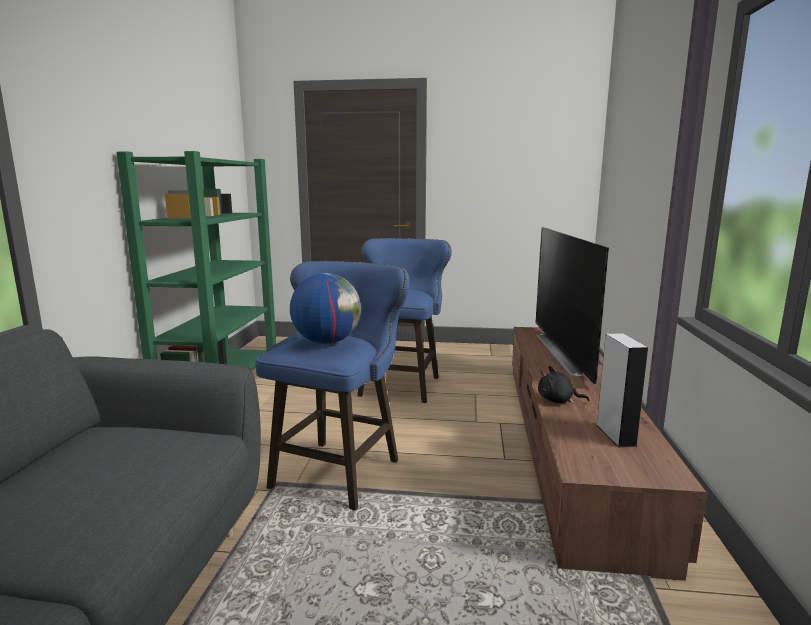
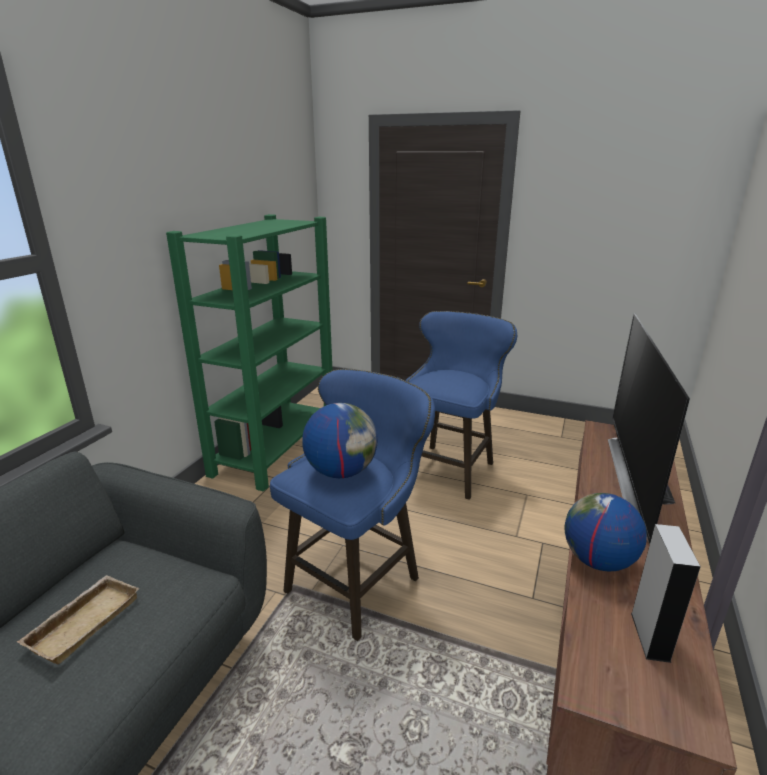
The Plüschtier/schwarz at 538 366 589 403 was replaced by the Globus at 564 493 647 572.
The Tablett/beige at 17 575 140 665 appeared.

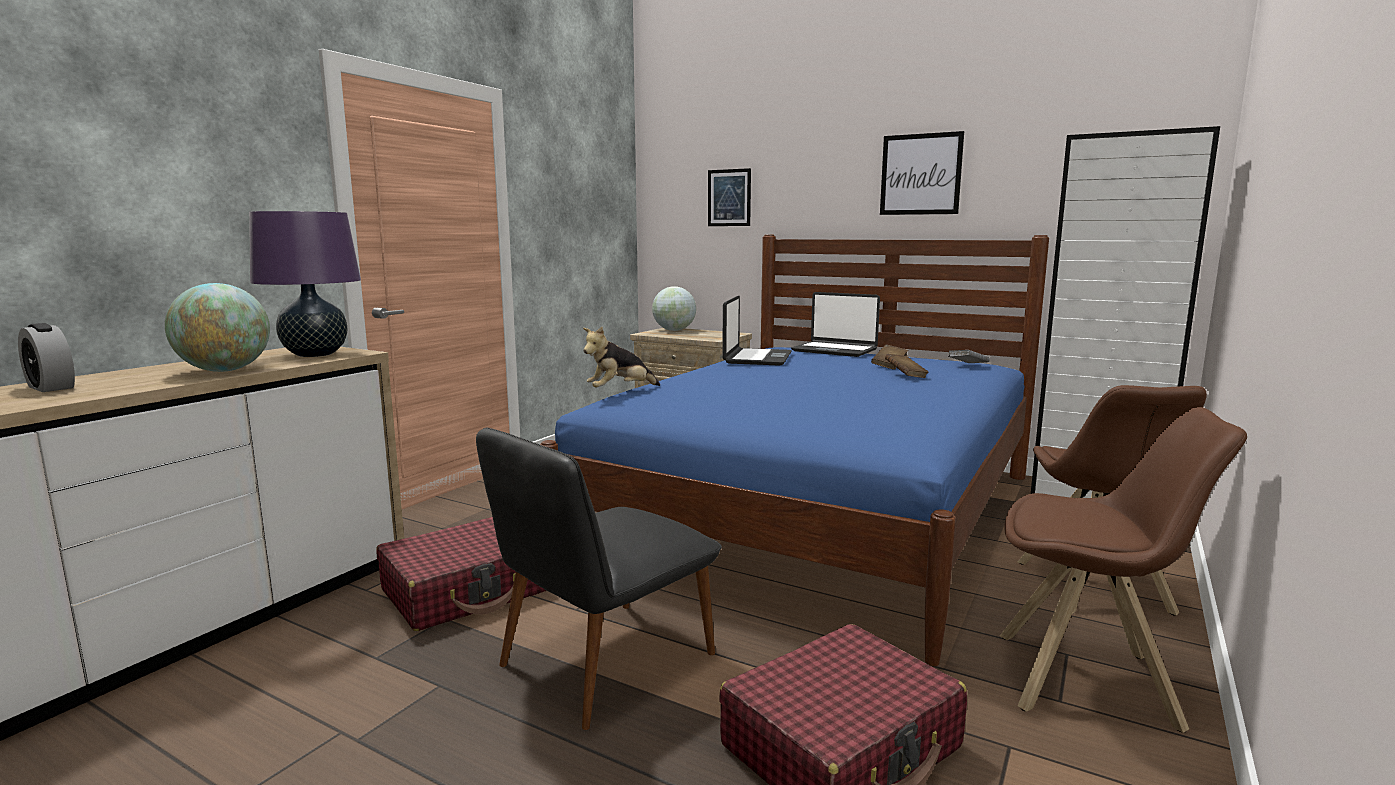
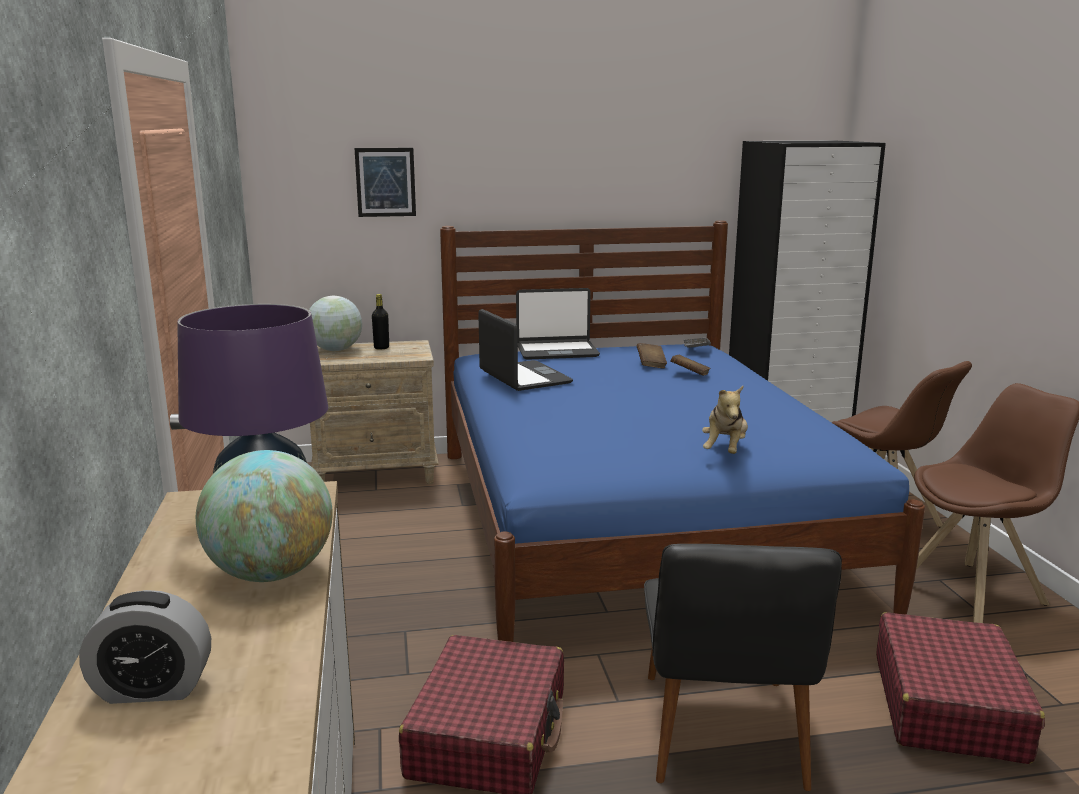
The Plüschtier moved from 583 327 660 387 to 702 385 748 454.
The Bild at 880 131 964 215 disappeared.
The Flasche/schwarz at 372 294 389 349 appeared.

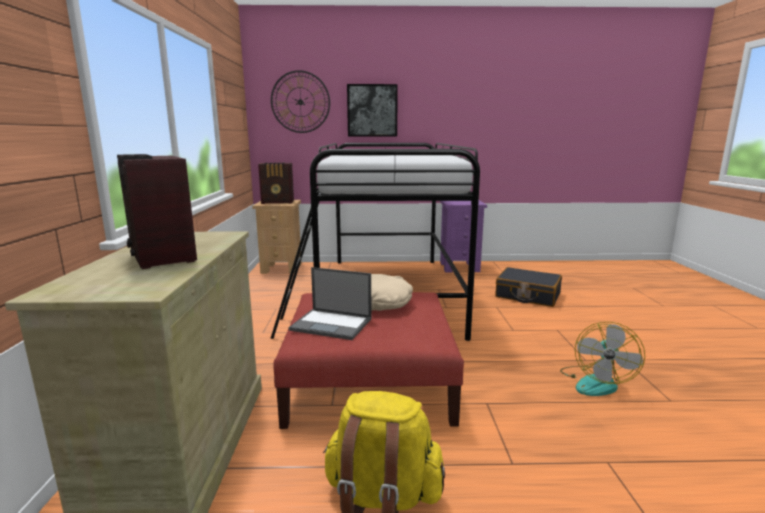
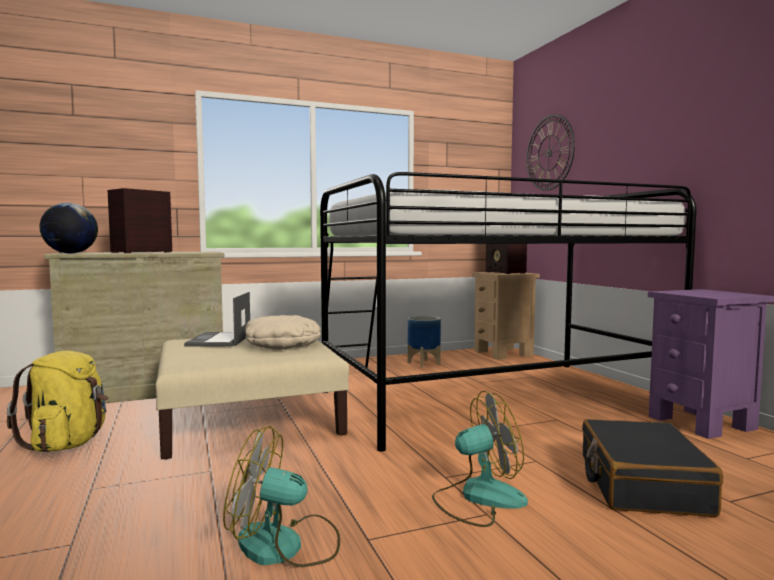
The Polsterhocker/rot at 273 292 464 429 became the Polsterhocker/beige at 156 338 349 460.
The Bild at 347 84 398 137 disappeared.
The Globus at 40 203 98 253 appeared.
The Pflanzkübel at 408 316 441 367 appeared.
The Ventilator at 432 391 528 527 appeared.

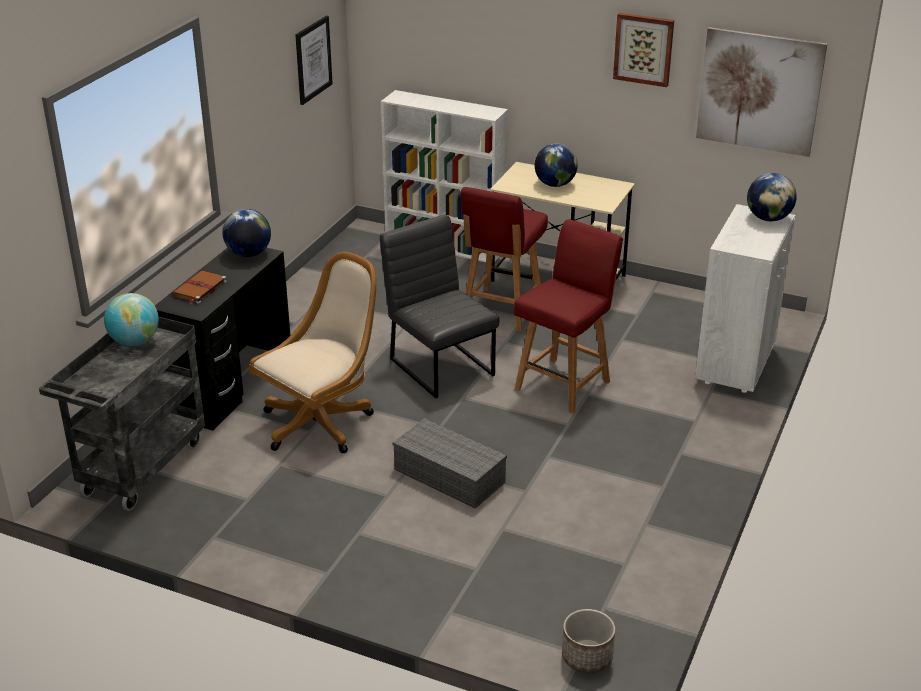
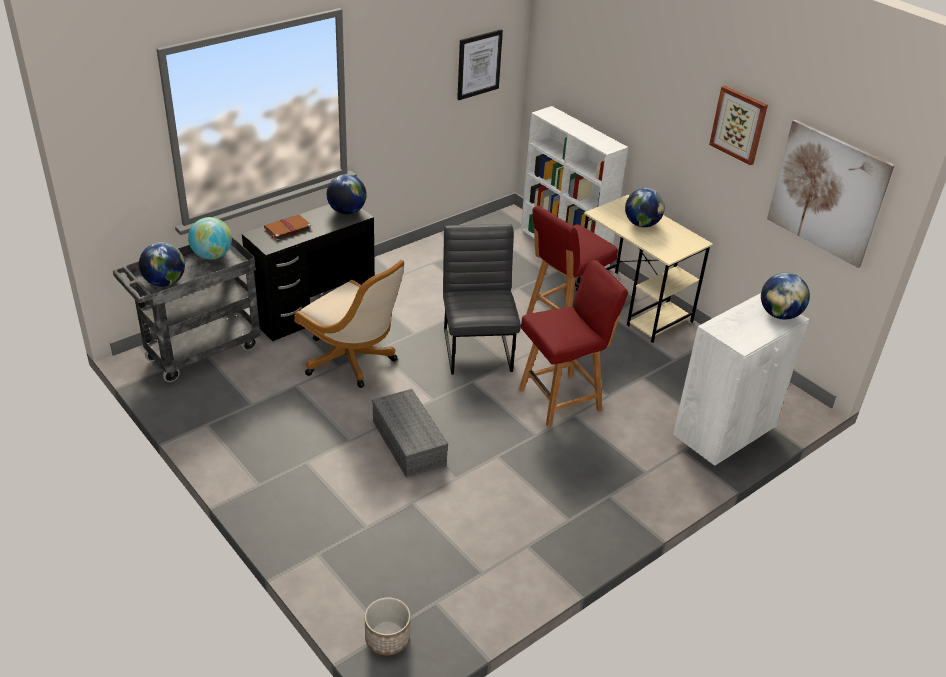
The Bürostuhl at 249 252 376 453 turned 60 degrees clockwise.
The Globus at 139 242 185 287 appeared.

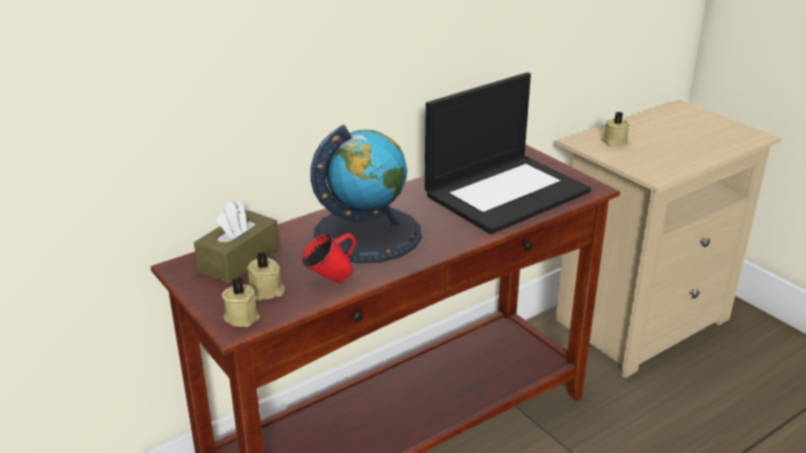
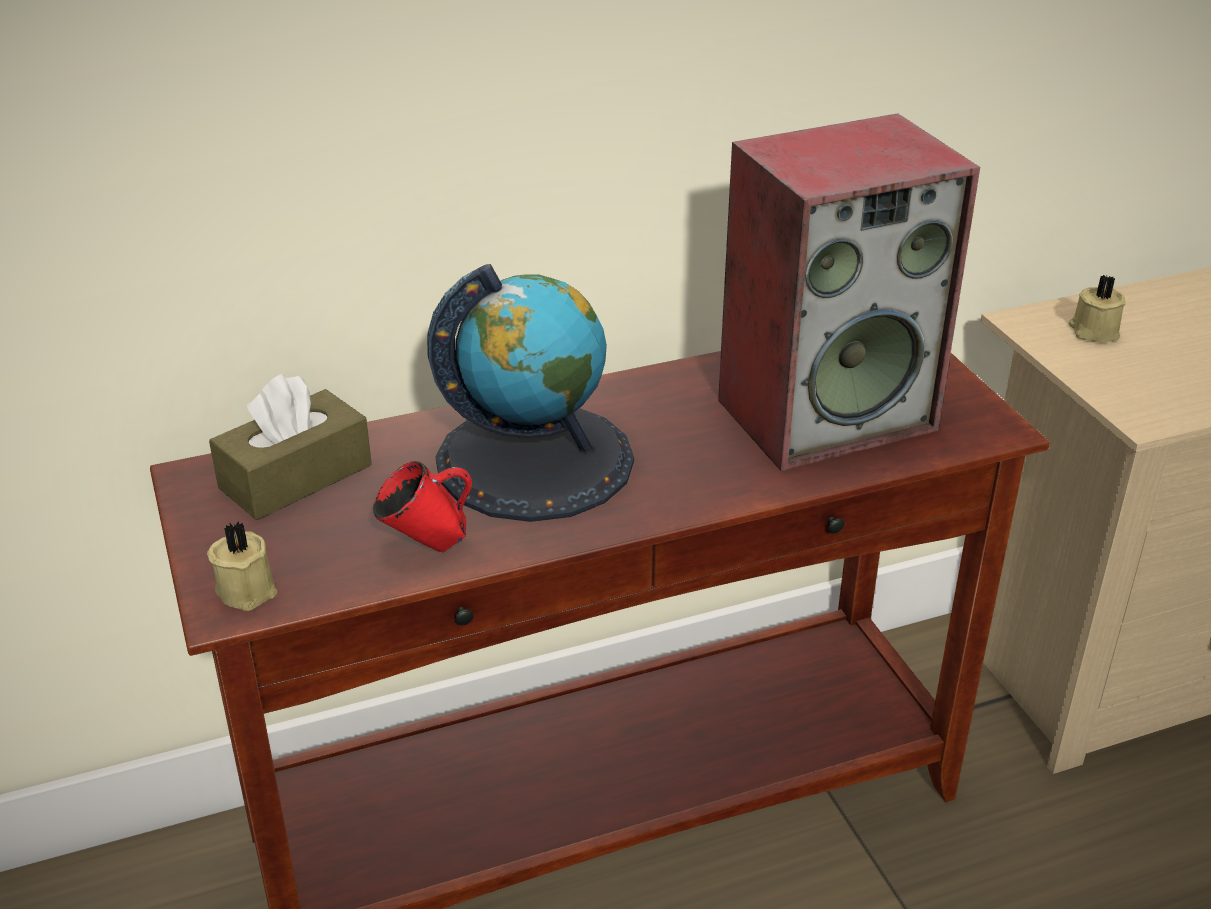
The Kerze/beige at 247 252 285 301 disappeared.
The Laptop at 425 72 591 234 was replaced by the Lautsprecher at 718 113 980 471.

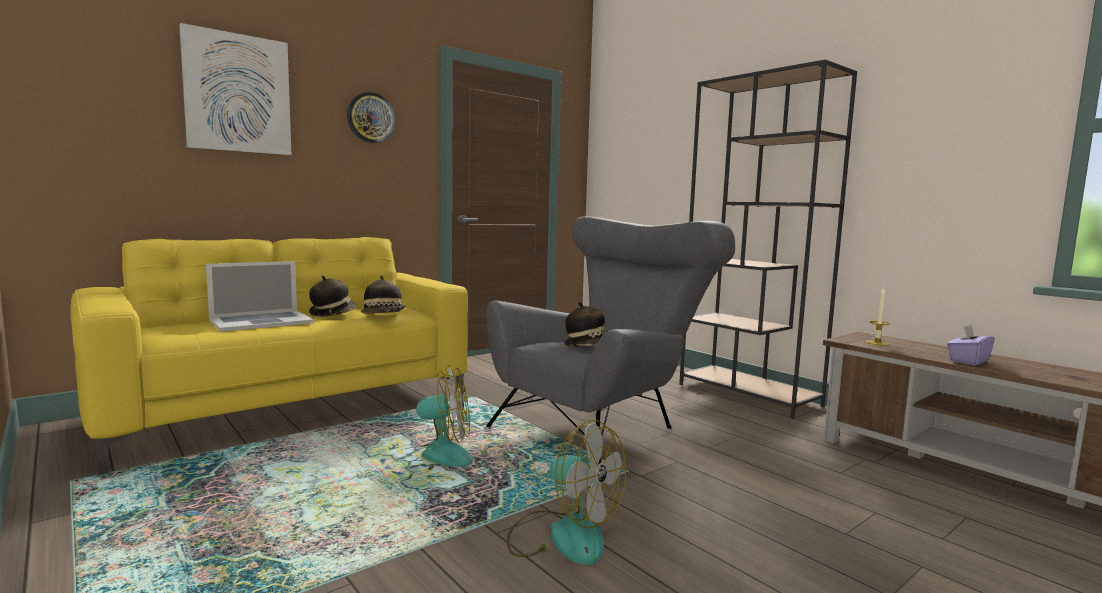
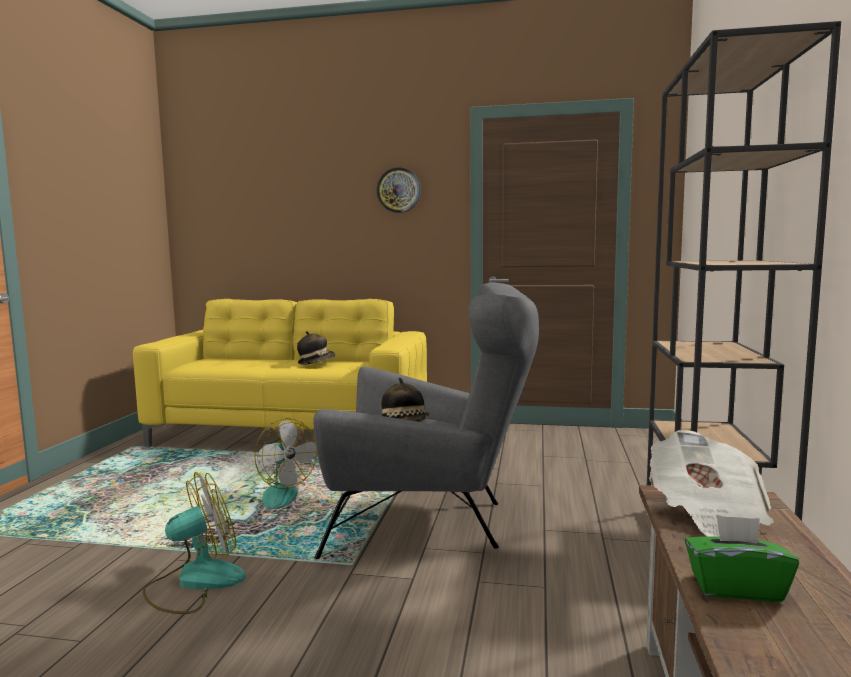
The Bild at 179 23 291 155 disappeared.
The Laptop at 206 261 314 332 disappeared.
The Hut at 361 275 406 314 disappeared.
The Ventilator at 507 420 627 565 turned 120 degrees counterclockwise.
The Kerze at 866 287 890 346 was replaced by the Zeitung at 649 430 774 537.
The Taschentuchbox/lila at 947 324 995 366 became the Taschentuchbox/grün at 685 515 799 602.

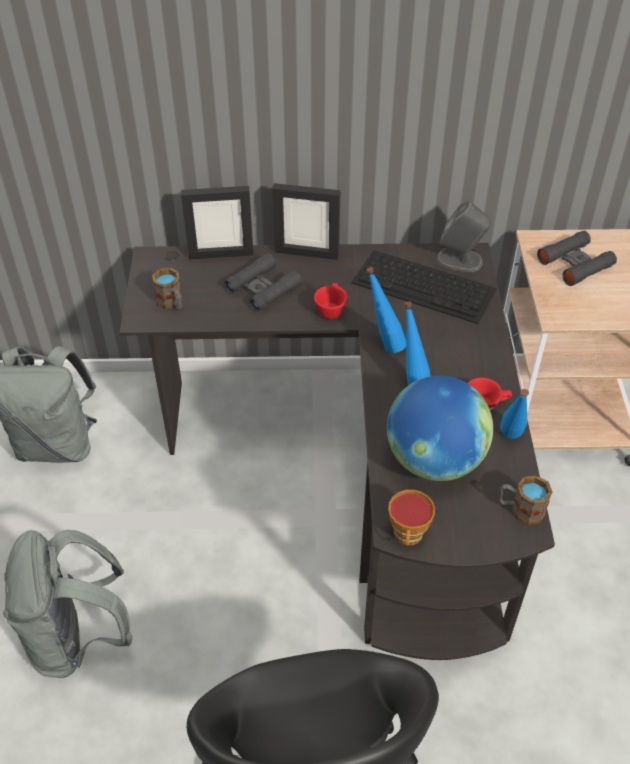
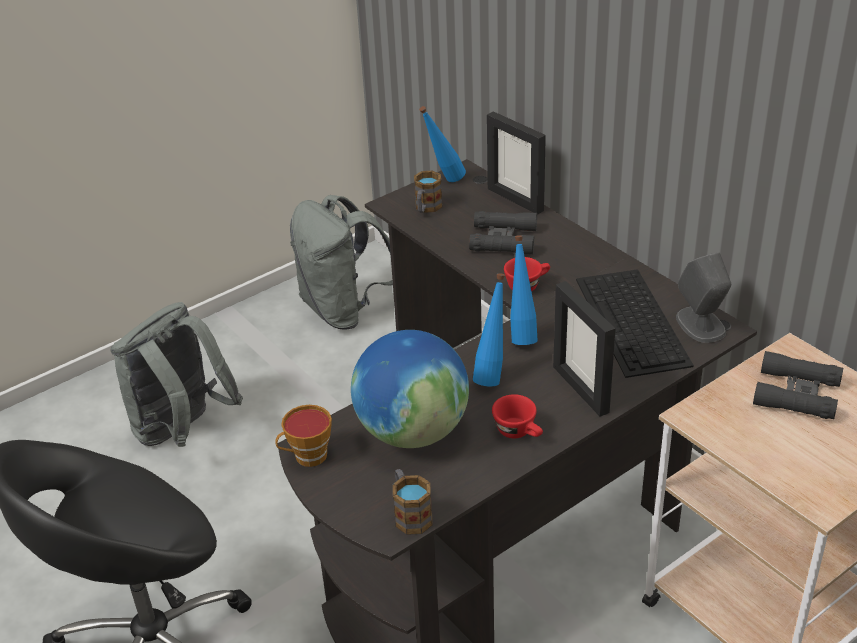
The Bilderrahmen moved from 272 183 341 260 to 553 281 616 417.
The Flasche/blau moved from 500 389 529 439 to 419 106 466 182.

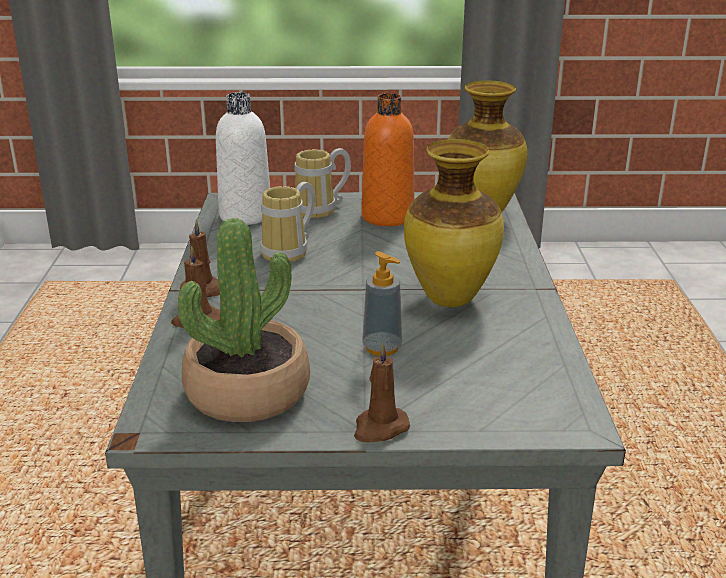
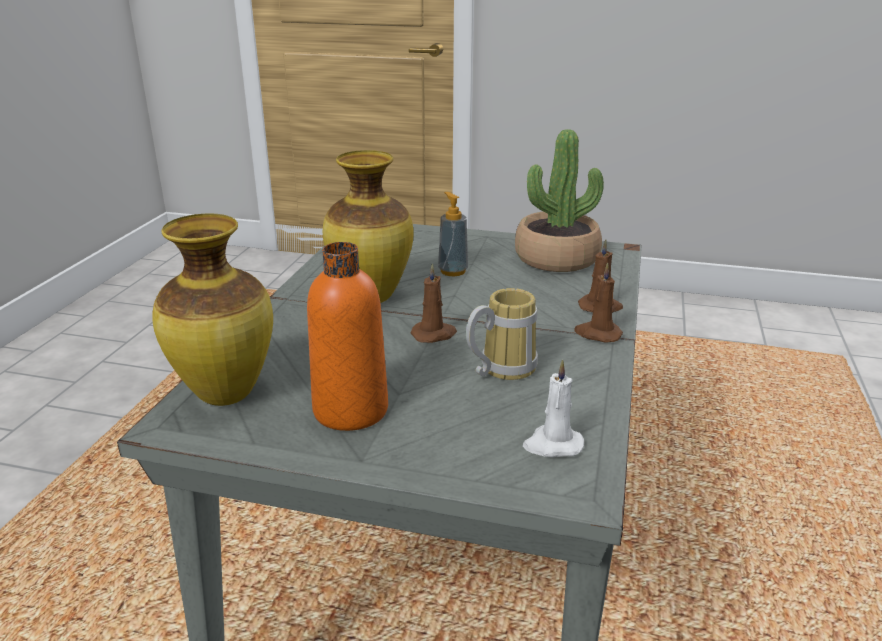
The Flasche/weiß at 216 92 270 225 was replaced by the Kerze/weiß at 523 359 584 457.
The Henkelbecher at 294 148 351 218 disappeared.
The Kerze/braun moved from 354 342 410 442 to 411 263 457 343.

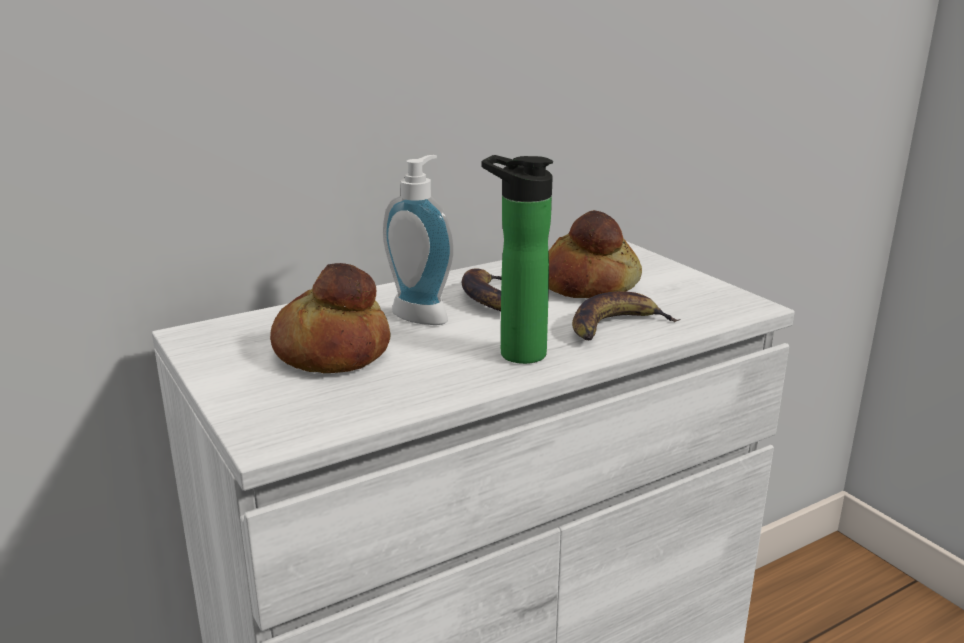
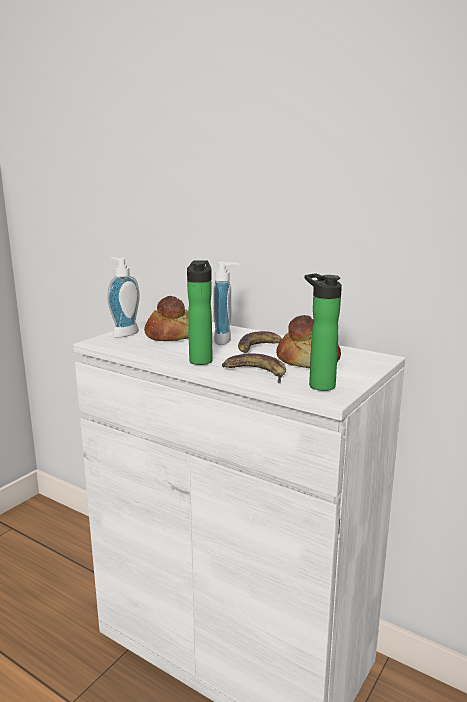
The Seifenspender at 107 257 140 338 appeared.
The Flasche at 304 273 342 391 appeared.

